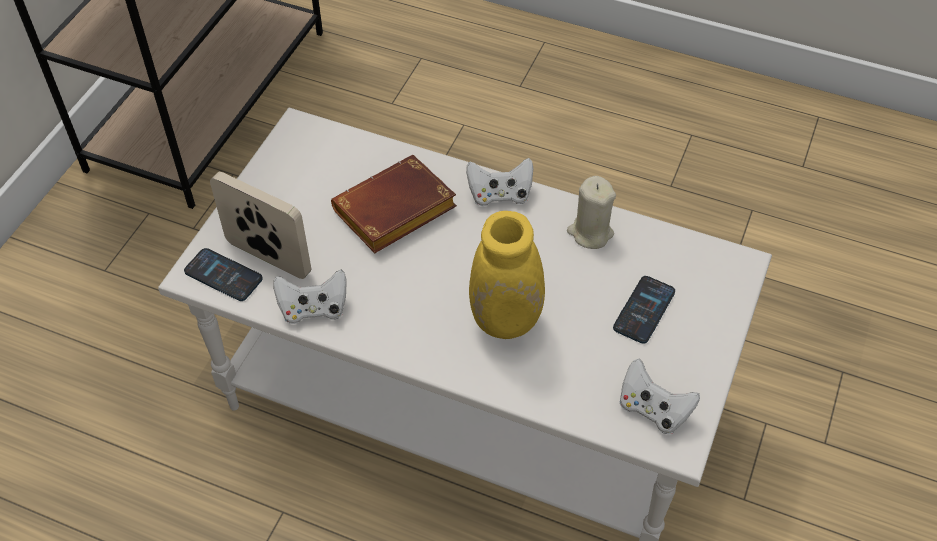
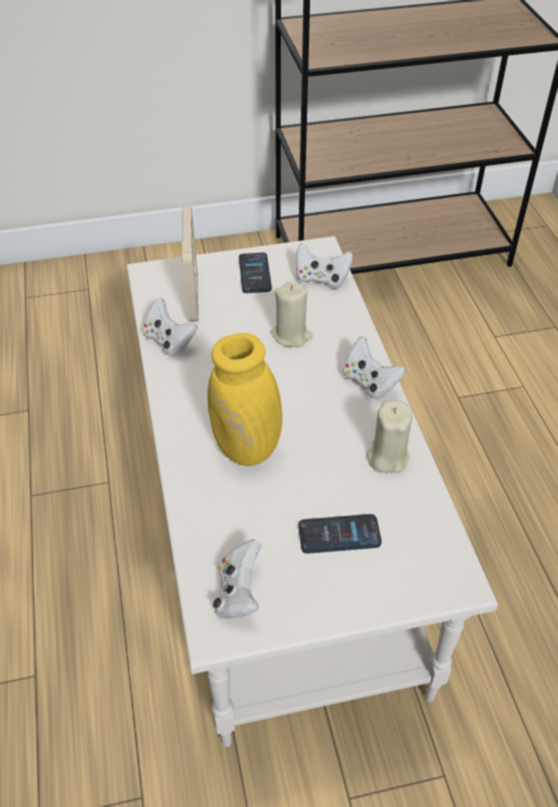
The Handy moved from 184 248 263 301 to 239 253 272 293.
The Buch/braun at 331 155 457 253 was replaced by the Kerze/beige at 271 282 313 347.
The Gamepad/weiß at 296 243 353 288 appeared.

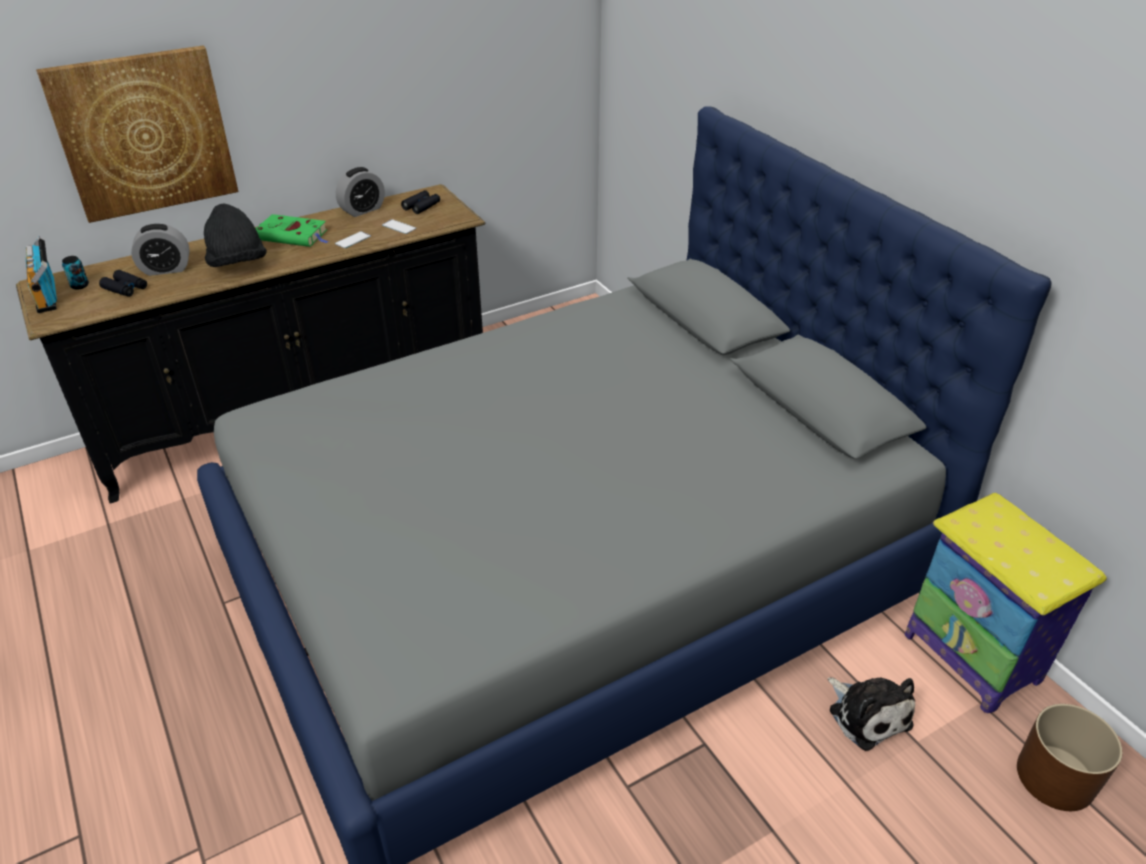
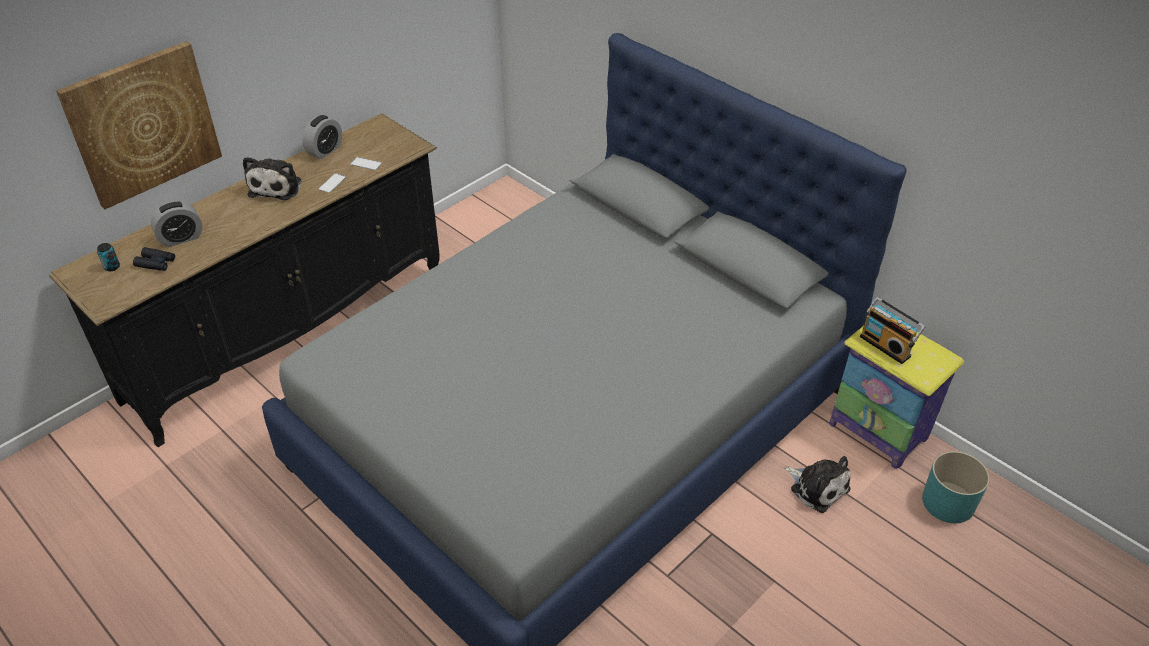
The Radio moved from 26 236 57 313 to 860 297 925 364.
The Hut/schwarz at 204 203 267 267 disappeared.
The Buch/grün at 255 214 328 247 was replaced by the Plüschtier at 243 157 301 200.
The Fernglas/schwarz at 401 190 440 214 disappeared.
The Pflanzkübel/braun at 1017 704 1123 811 became the Pflanzkübel/türkis at 922 451 990 523.

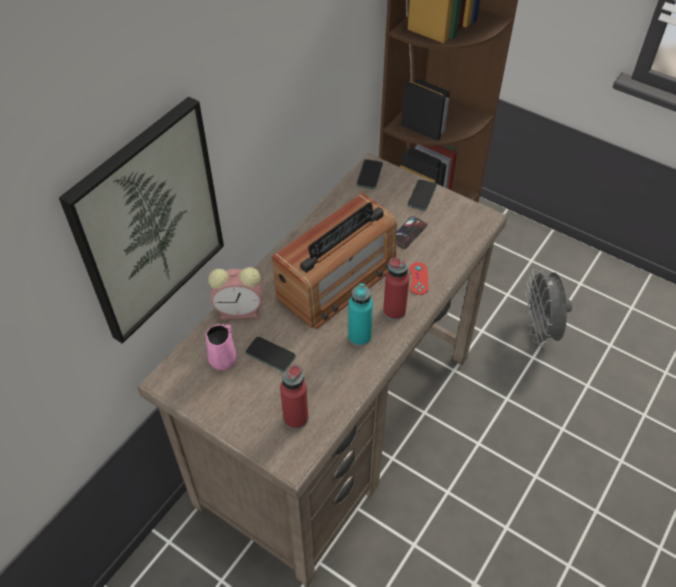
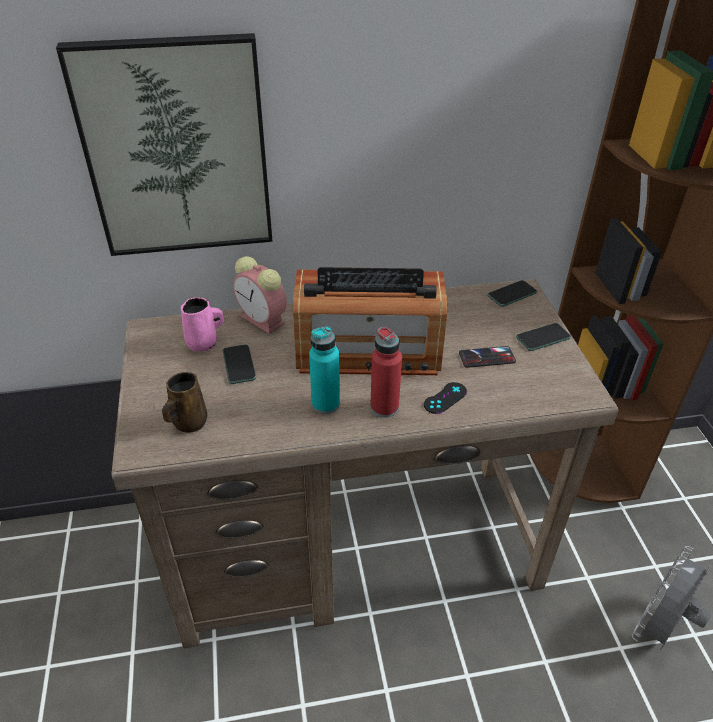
The Flasche/rot at 280 364 309 430 was replaced by the Henkelbecher/braun at 162 372 207 432.
The Gamepad/rot at 409 262 429 295 became the Gamepad/schwarz at 424 382 467 414.

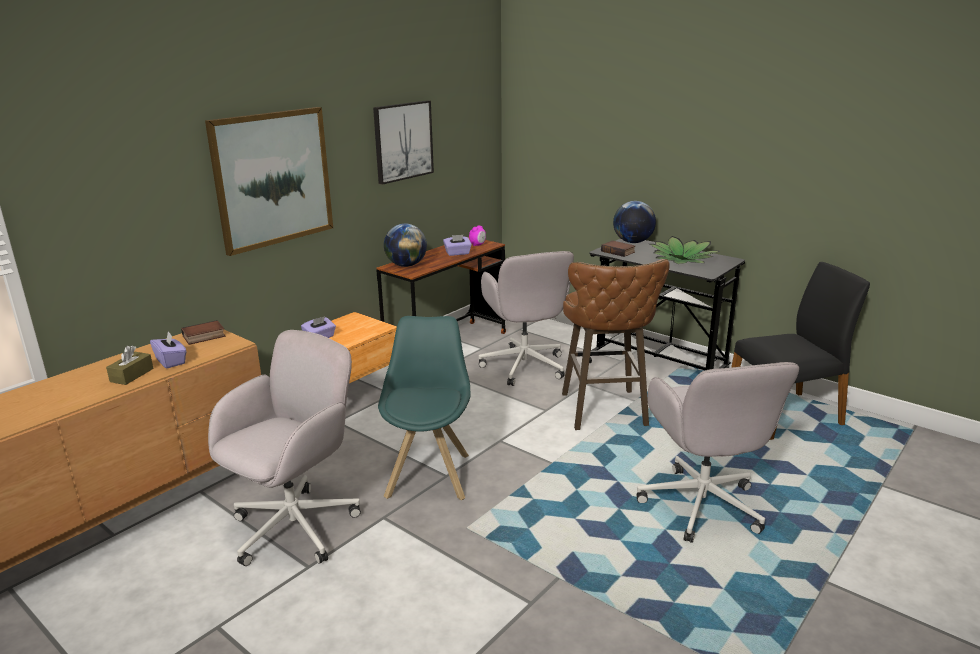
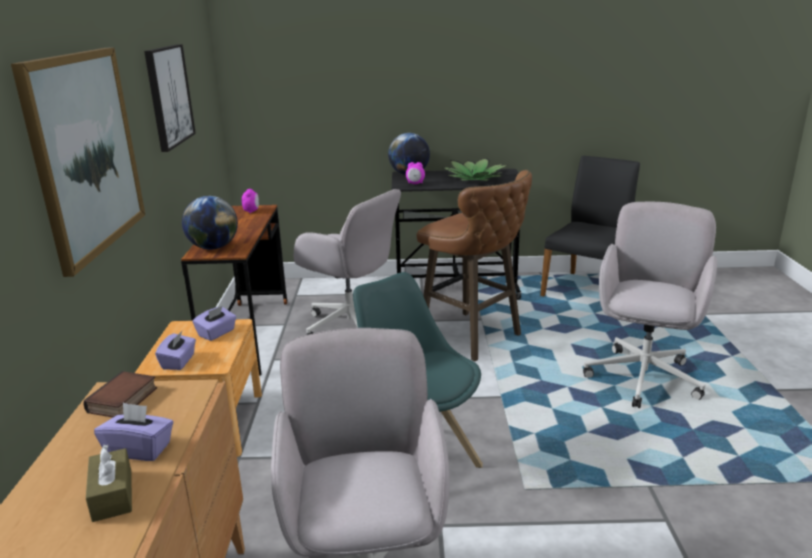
The Taschentuchbox/lila moved from 443 235 472 256 to 192 306 236 341.
The Buch at 601 241 635 257 was replaced by the Wecker at 406 162 425 184.
The Bürostuhl/grau at 637 362 799 543 turned 105 degrees counterclockwise.

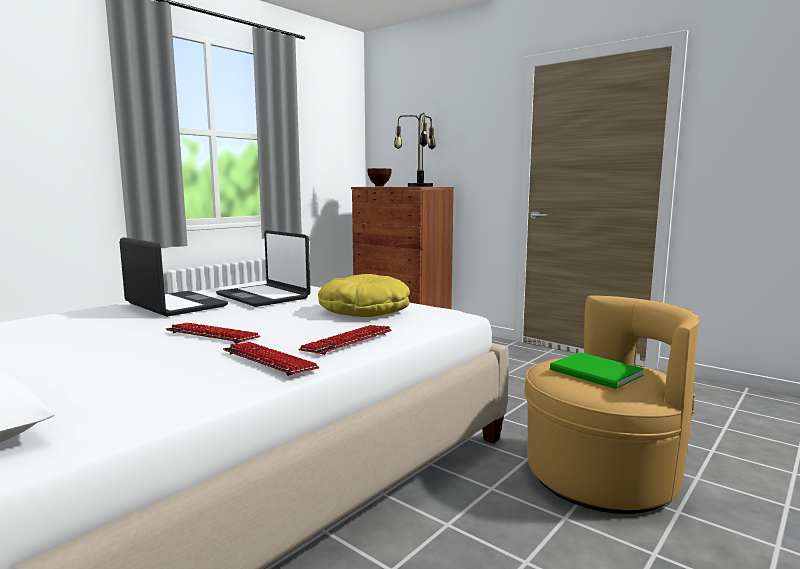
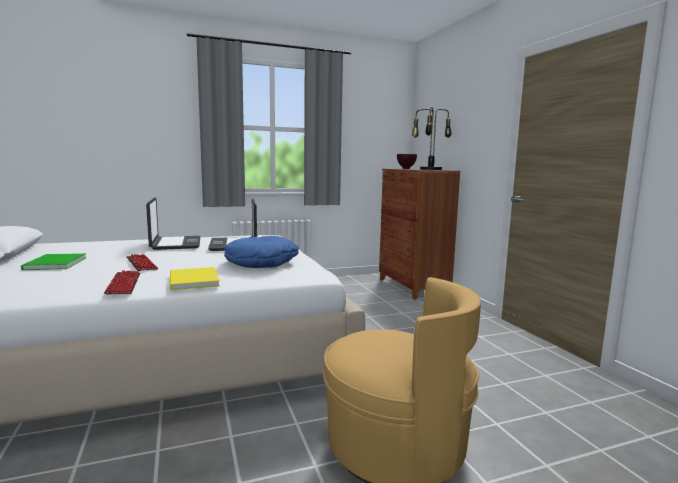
The Tastatur at 299 325 392 355 was replaced by the Buch/gelb at 170 267 220 290.
The Kissen/gelb at 318 274 410 317 became the Kissen/blau at 224 236 299 268.
The Buch/grün moved from 550 352 644 389 to 21 253 86 270.

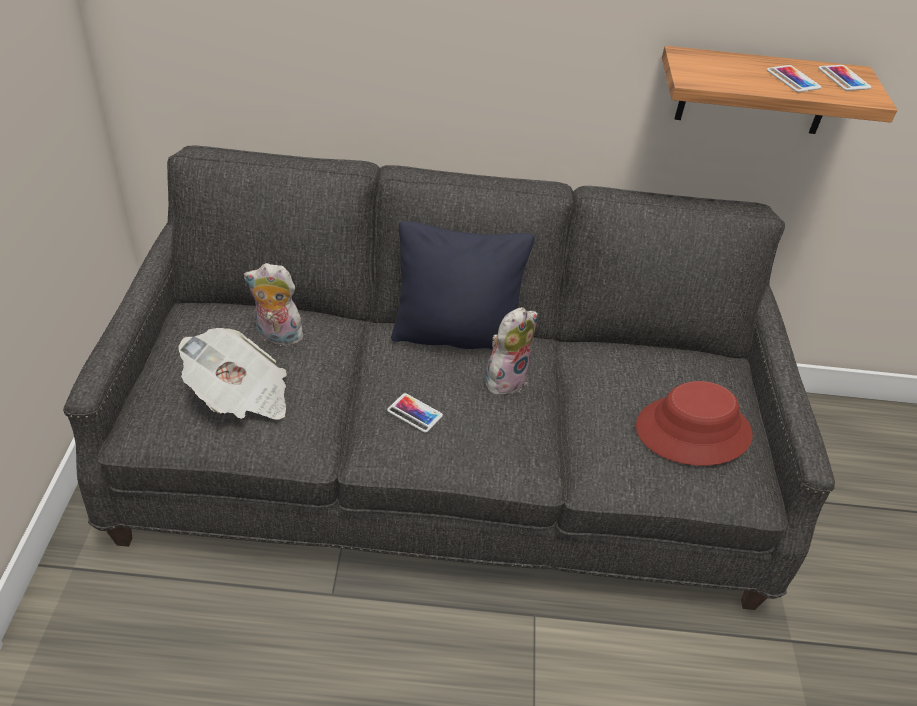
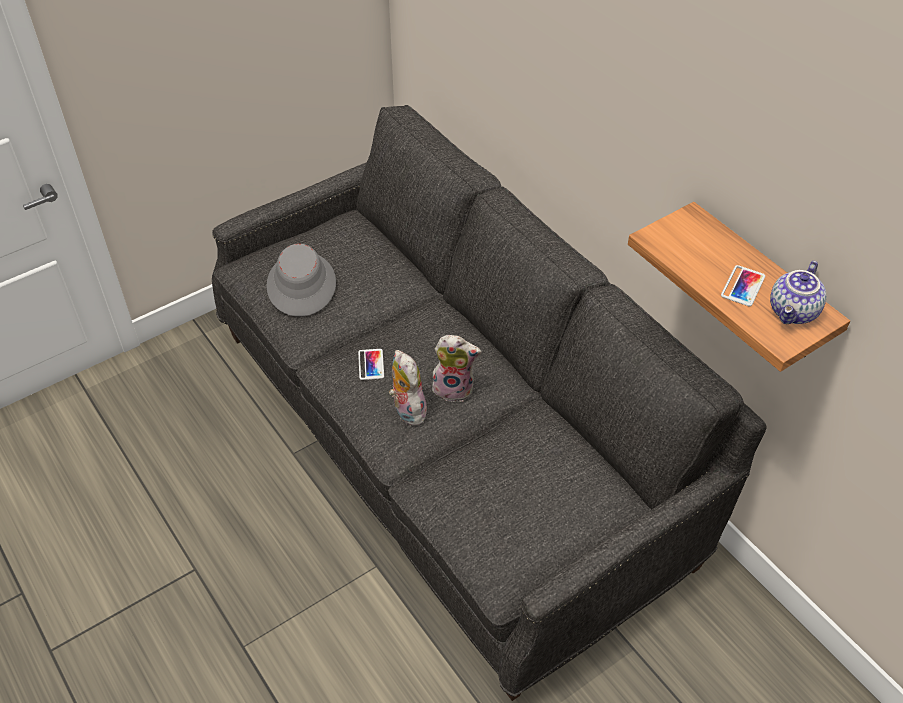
The Zeitung at 178 328 287 420 was replaced by the Hut/grau at 266 244 336 317.
The Plüschtier moved from 244 263 303 346 to 389 350 428 425.
The Kissen/schwarz at 391 221 535 349 disappeared.
The Hut/rot at 636 381 753 466 disappeared.
The Handy at 818 65 871 91 was replaced by the Teekanne at 770 261 826 324.

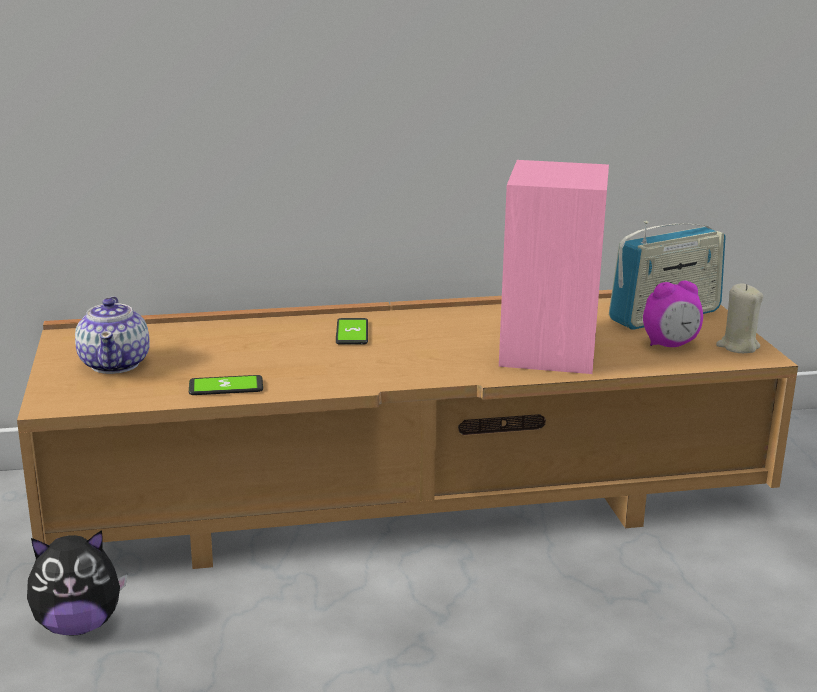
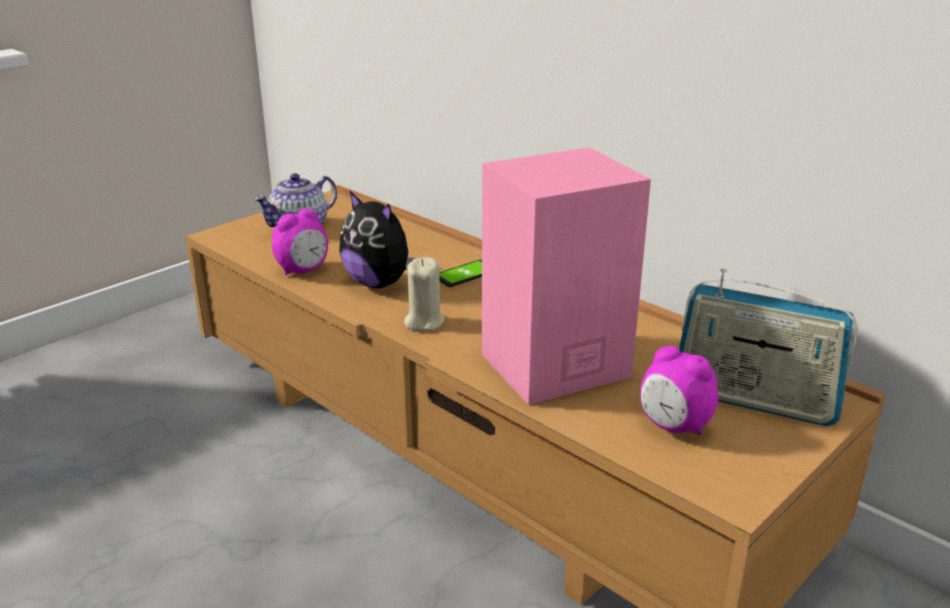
The Plüschtier moved from 27 530 127 635 to 339 190 416 288.
The Handy at 189 375 263 395 was replaced by the Wecker at 272 209 328 275.
The Kerze/beige moved from 716 283 763 353 to 404 257 444 331.

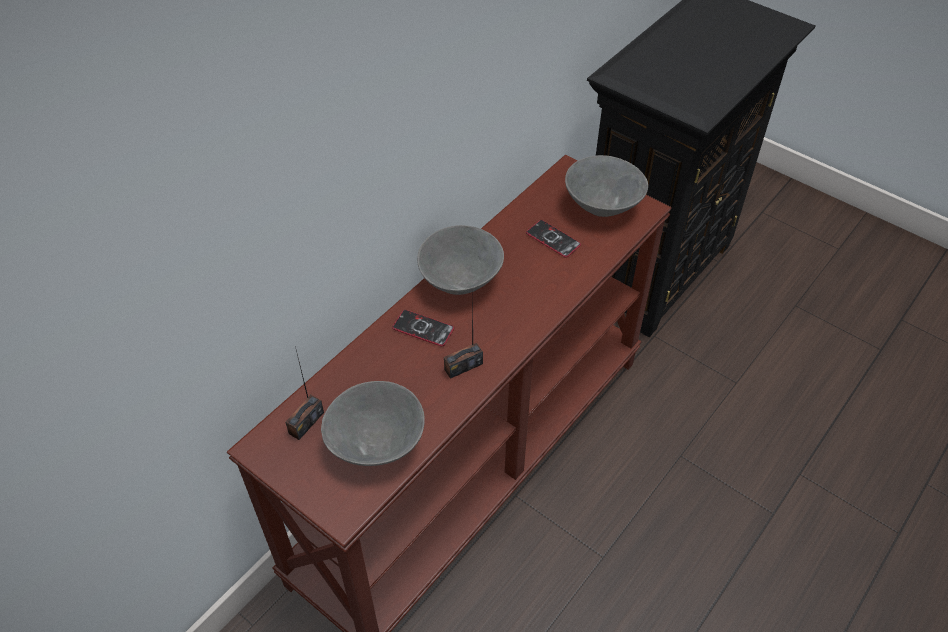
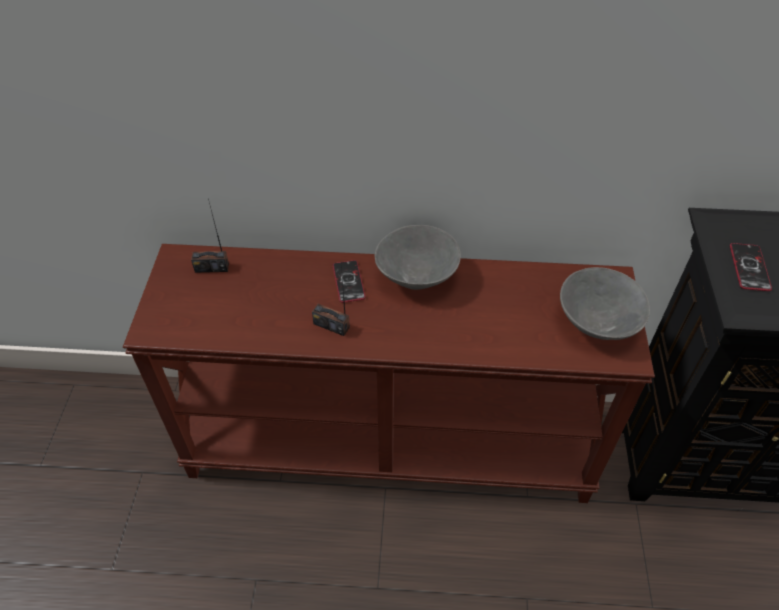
The Schüssel/grau at 321 381 425 466 disappeared.
The Handy moved from 526 220 581 258 to 730 243 772 291.

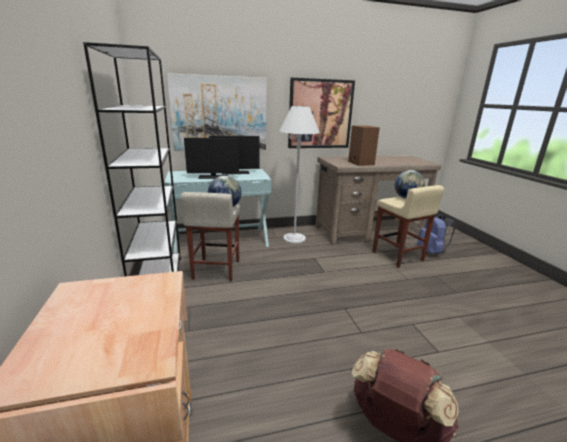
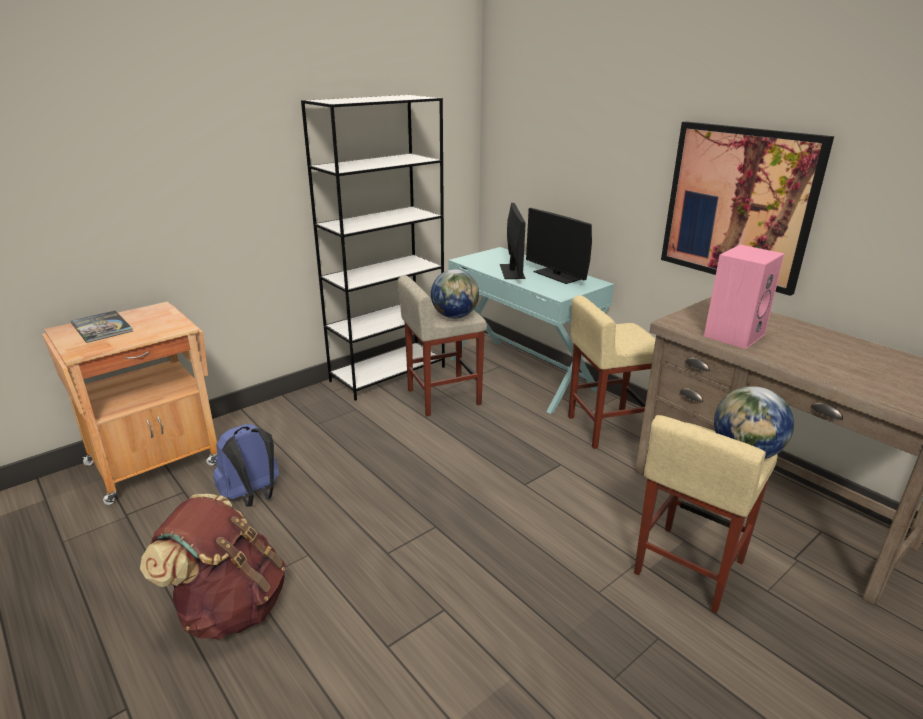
The Bild at 167 73 267 151 disappeared.
The Monitor at 184 138 239 179 turned 150 degrees counterclockwise.
The Stehlampe/weiß at 279 106 320 244 was replaced by the Hocker/beige at 568 295 656 449.
The Lautsprecher/braun at 348 125 380 166 became the Lautsprecher/rosa at 704 245 785 349.
The Rucksack/blau moved from 417 214 455 254 to 213 424 279 507.
The Buch at 71 310 133 343 appeared.

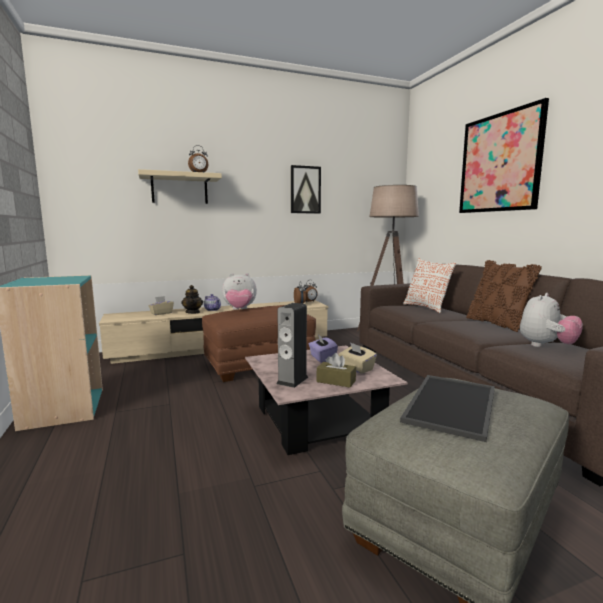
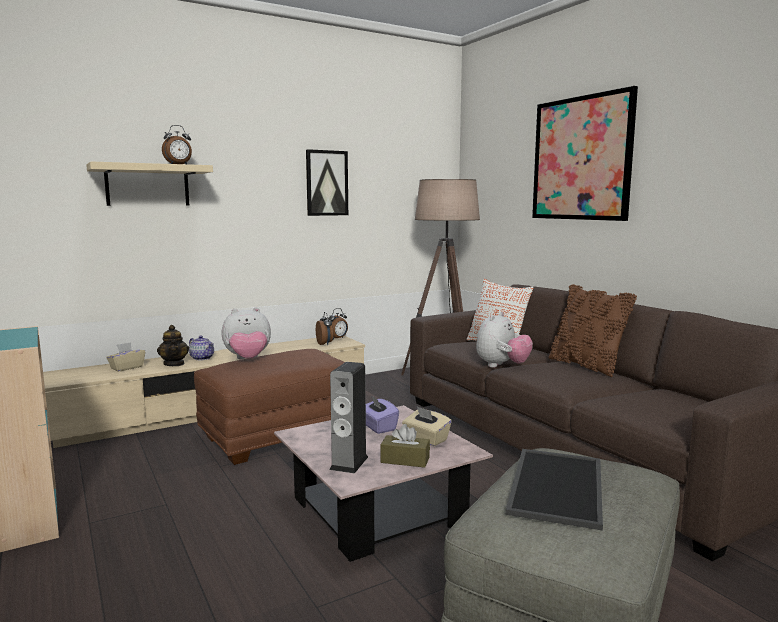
The Plüschtier moved from 520 293 583 347 to 476 312 533 367.

